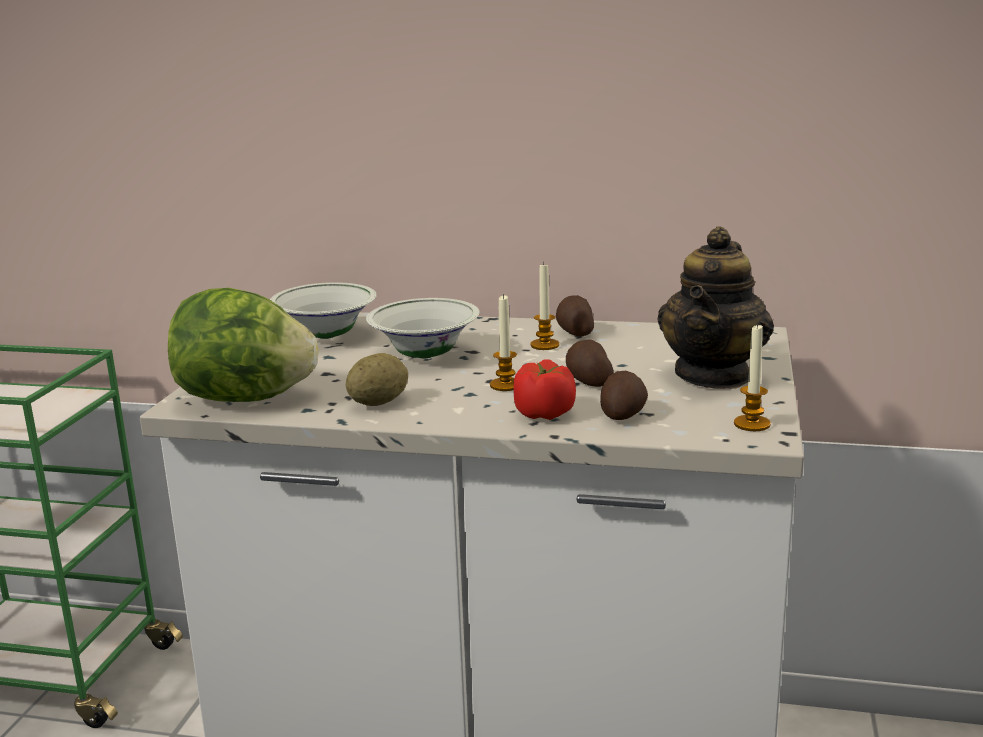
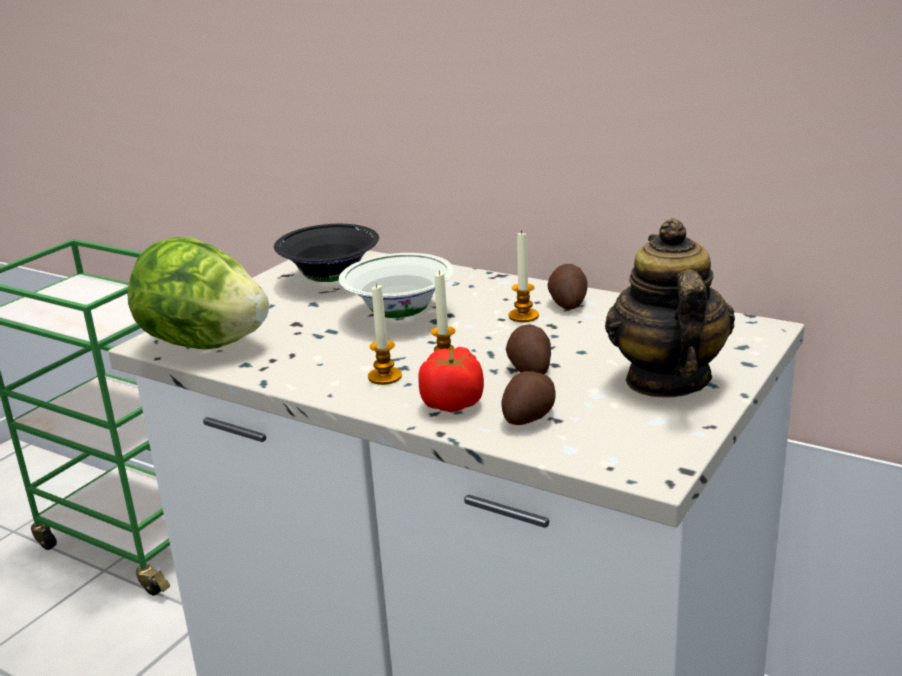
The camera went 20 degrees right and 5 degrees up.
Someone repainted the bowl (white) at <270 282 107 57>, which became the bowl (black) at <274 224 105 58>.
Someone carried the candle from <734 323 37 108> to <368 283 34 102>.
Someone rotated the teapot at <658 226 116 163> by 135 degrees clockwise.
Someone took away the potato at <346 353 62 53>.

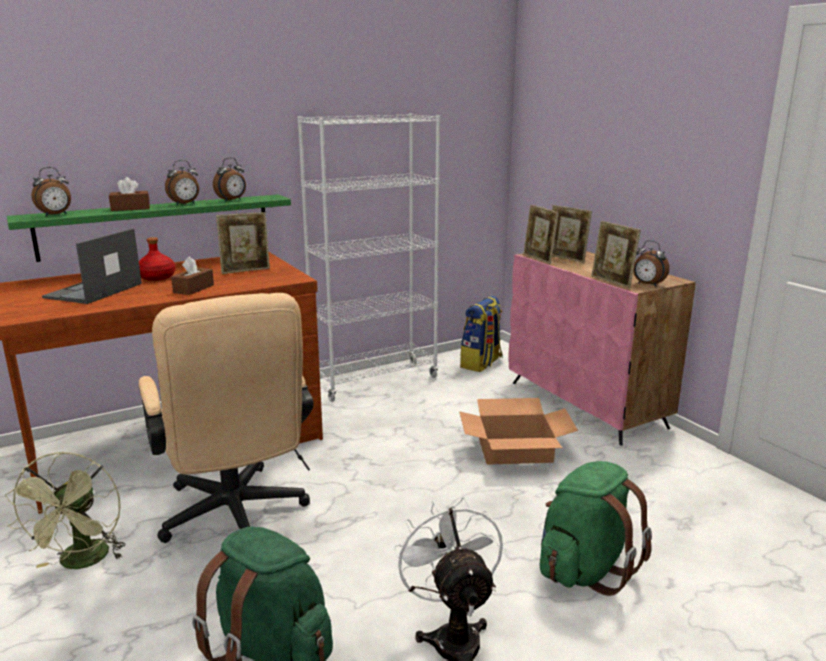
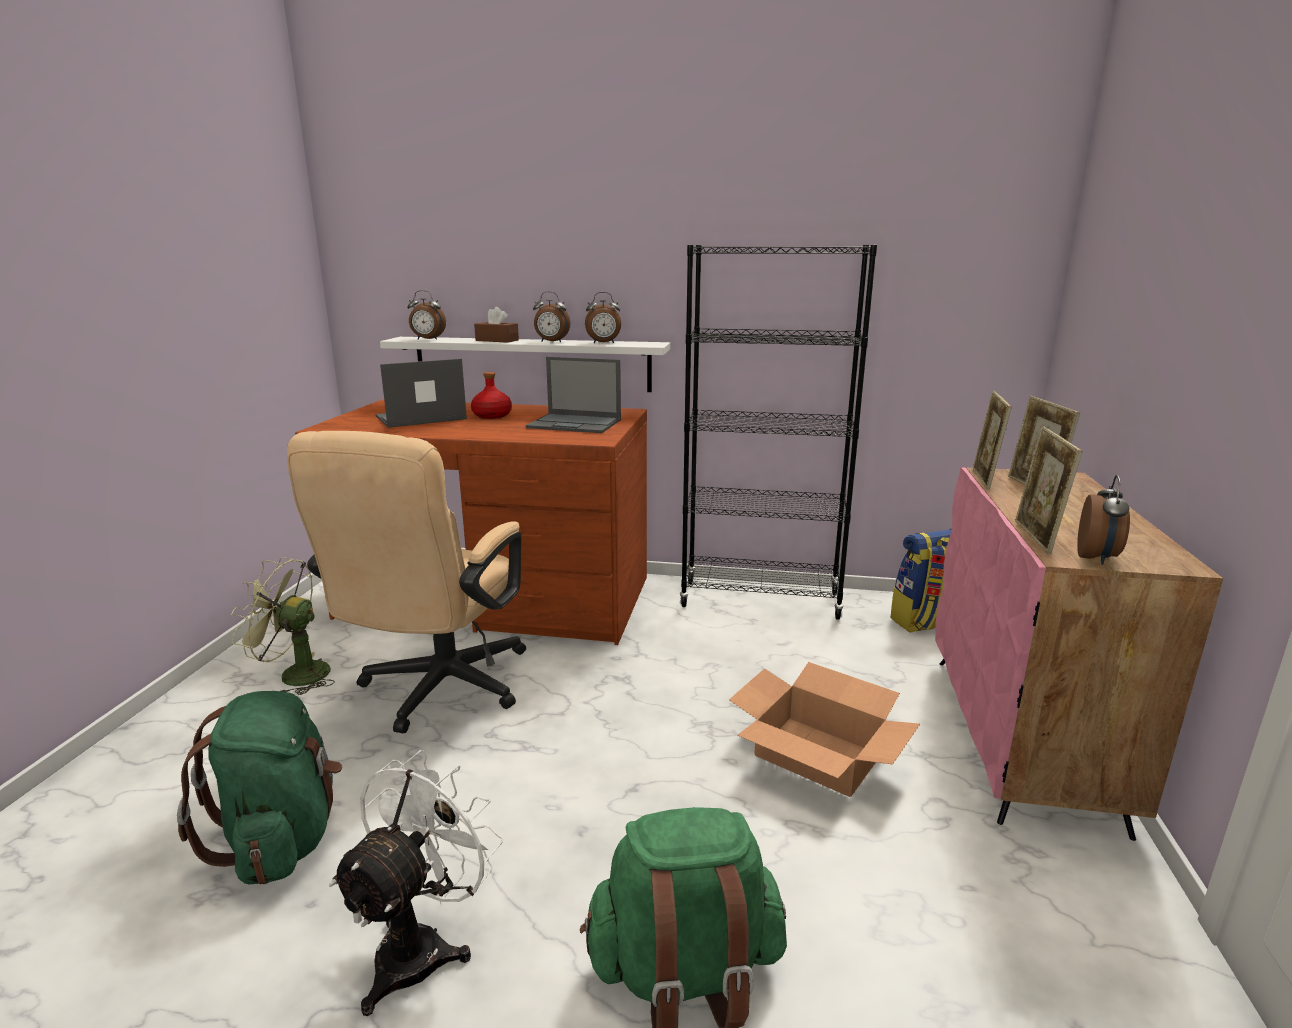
The camera went 40 degrees right and 0 degrees up.
Someone rotated the fan (green) at <5 451 121 118> by 60 degrees clockwise.
Someone repainted the shelf (green) at <7 195 284 67>, which became the shelf (white) at <380 337 290 55>.
Someone swapped the picture frame at <216 212 54 62> for the laptop at <526 357 95 76>.
Someone repainted the bookcase (white) at <297 113 143 289>, which became the bookcase (black) at <680 245 197 375>.
Someone rotated the alarm clock at <633 240 37 47> by 150 degrees counterclockwise.
Someone took away the tissue box (brown) at <171 256 43 39>.

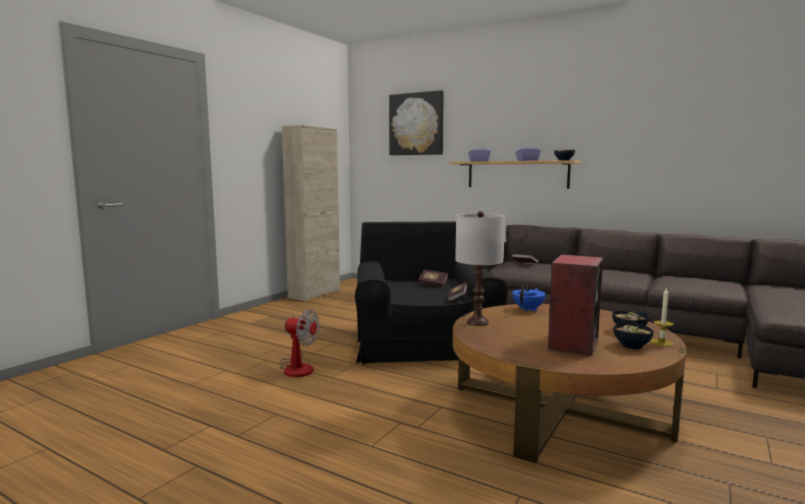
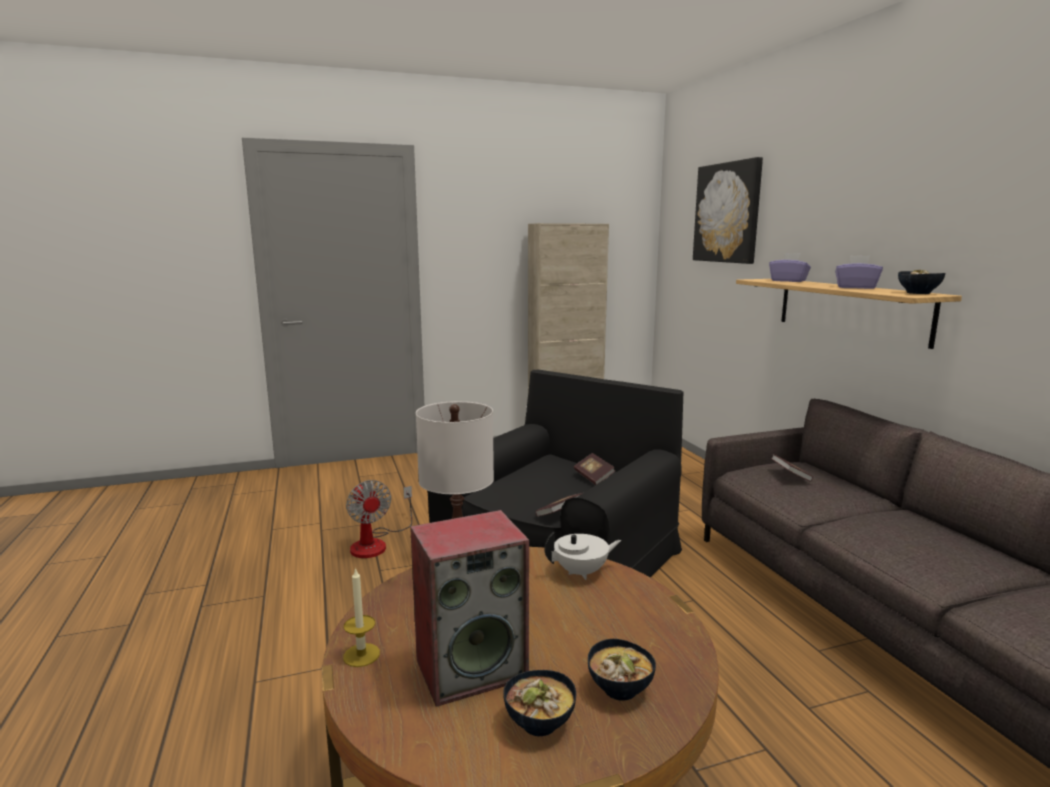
The camera went 40 degrees right and 5 degrees up.
Someone carried the candle from <650 287 24 60> to <343 567 37 100>.
Someone repainted the teapot (blue) at <512 285 34 26>, which became the teapot (white) at <544 531 77 49>.

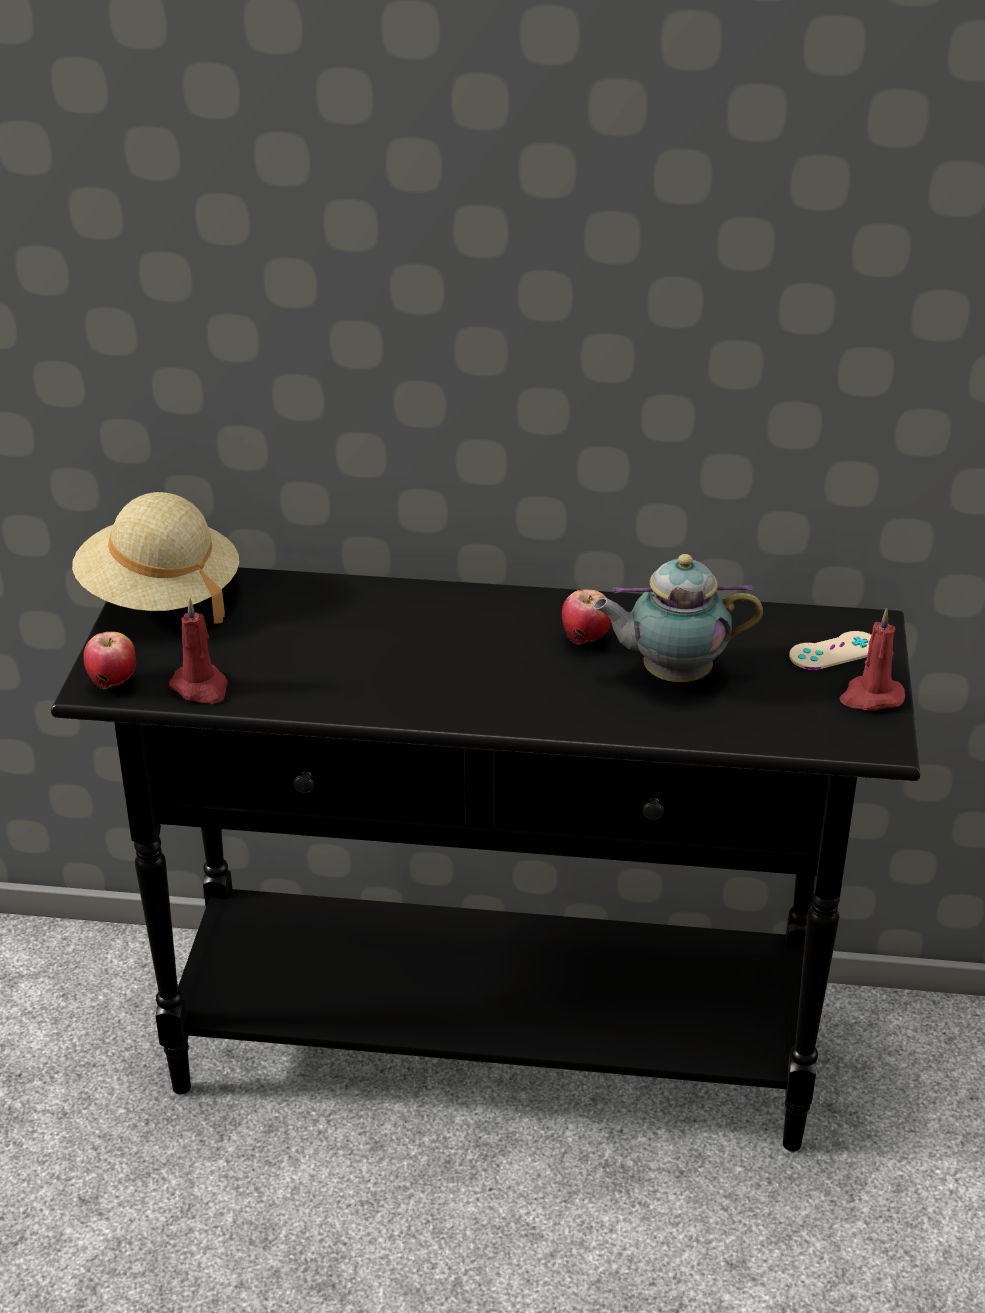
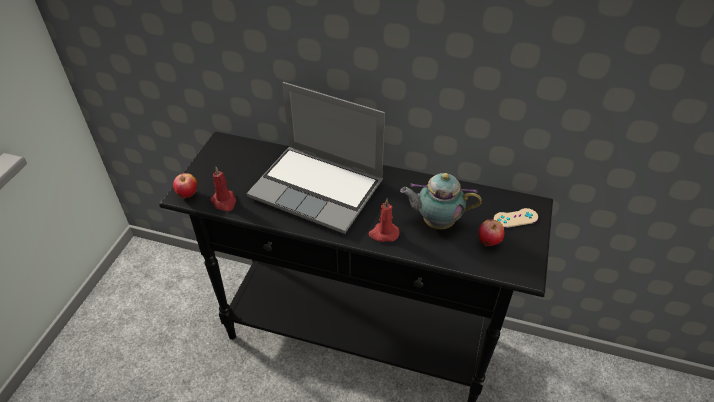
The camera went 10 degrees right and 10 degrees up.
Someone put down the laptop at <247 82 138 152>.
Someone carried the candle (red) from <839 608 66 102> to <369 199 30 43>.
Someone carried the apple from <562 589 49 56> to <479 219 25 27>.
Someone took away the hat (beige) at <72 492 167 132>.

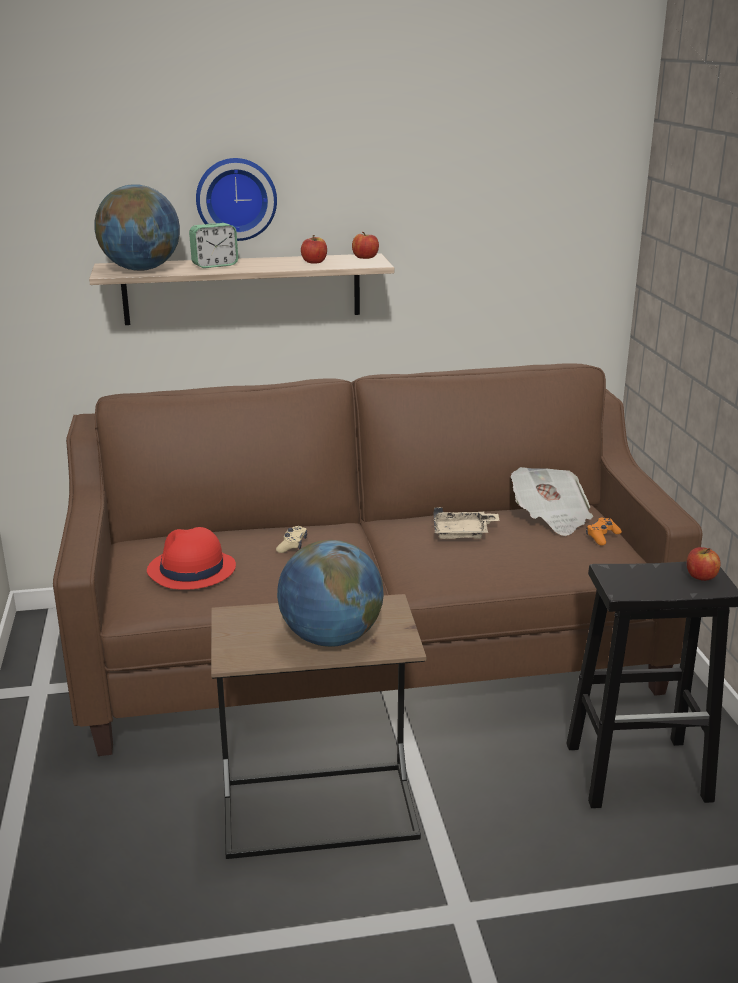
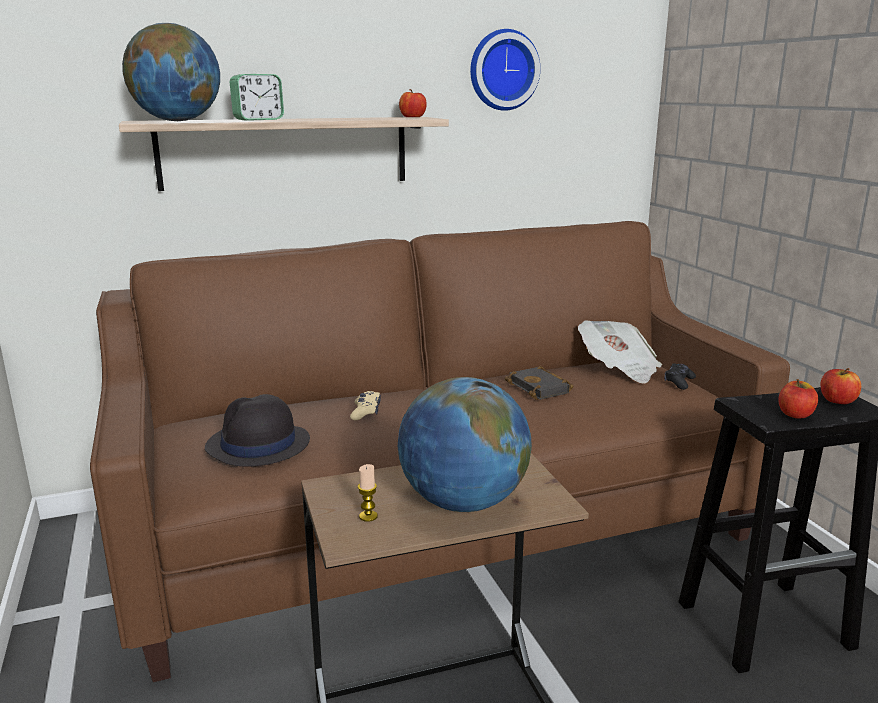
The camera went 10 degrees left and 5 degrees down.
Someone repainted the hat (red) at <147 527 89 63>, which became the hat (black) at <205 394 105 73>.
Someone put down the candle at <358 464 20 58>.
Someone carried the wall clock from <196 158 81 83> to <470 29 71 82>.
Someone swapped the tray (beige) at <434 507 66 32> for the book (black) at <505 366 68 34>.
Someone repainted the game controller (orange) at <586 517 36 28>, which became the game controller (black) at <664 363 32 27>.
Someone carried the apple from <301 235 26 29> to <778 379 40 40>.

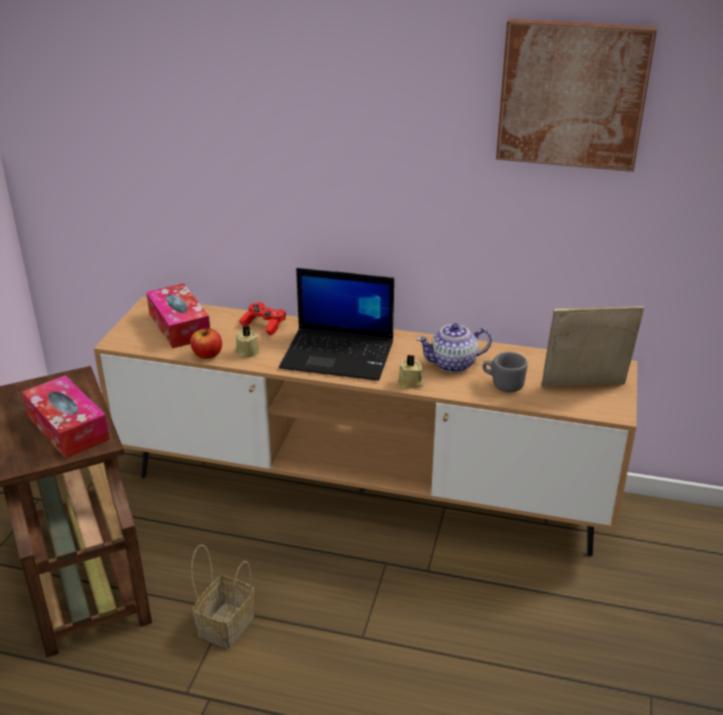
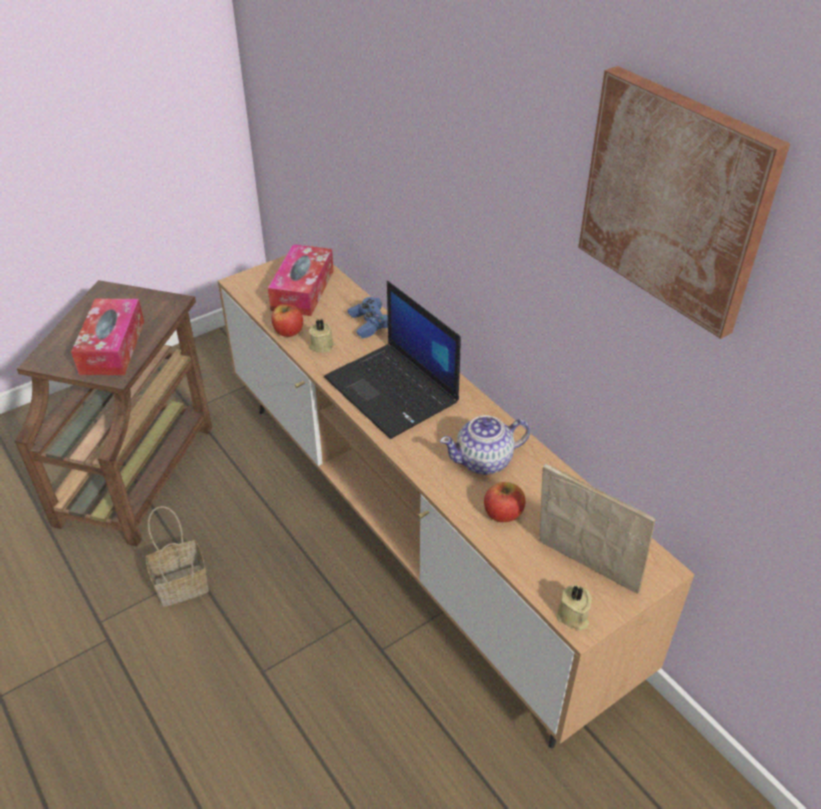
The camera went 40 degrees right and 10 degrees up.
Someone repainted the game controller (red) at <239 302 47 33>, which became the game controller (blue) at <348 297 40 41>.
Someone rotated the teapot at <417 323 75 50> by 45 degrees counterclockwise.
Someone swapped the mug (grey) at <483 352 45 40> for the apple at <484 482 42 40>.
Someone carried the candle (beige) from <398 355 26 34> to <556 585 36 46>.

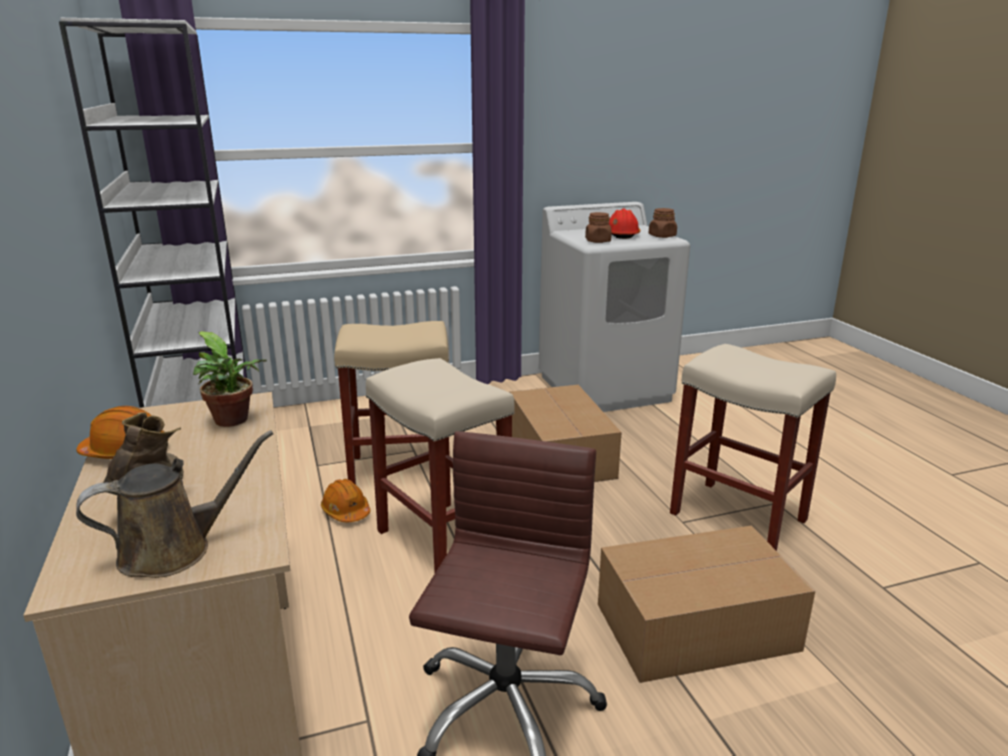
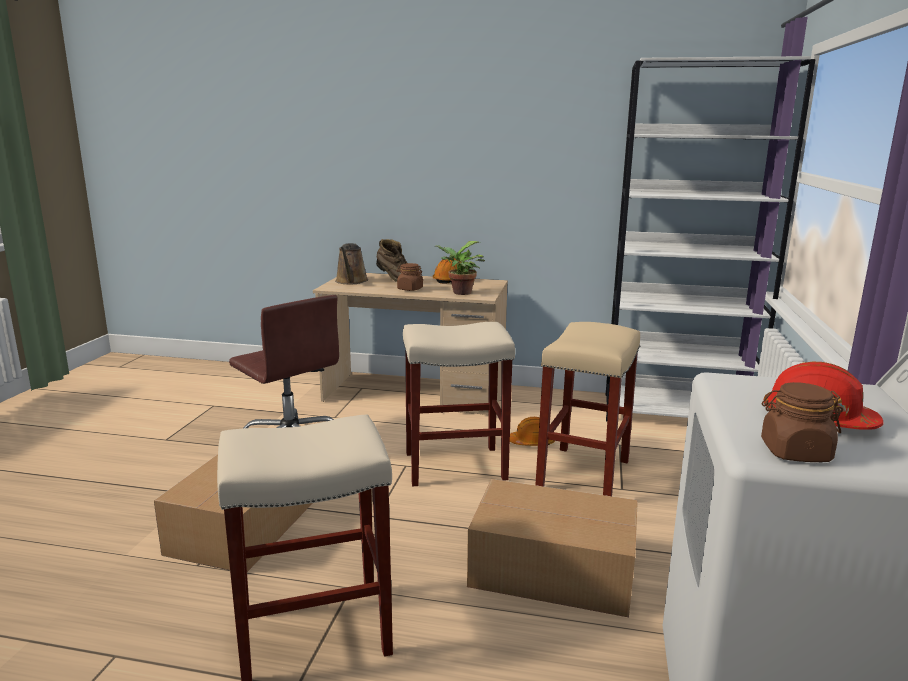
The camera went 120 degrees right and 5 degrees down.
Someone carried the jar (brown) from <585 212 27 31> to <397 263 26 28>.

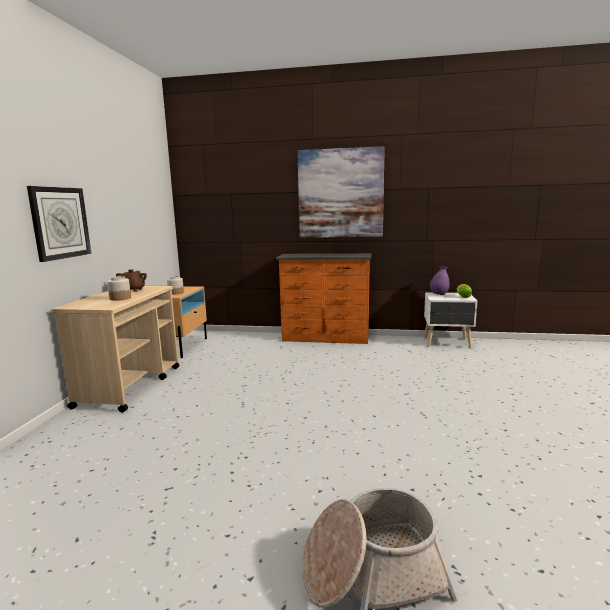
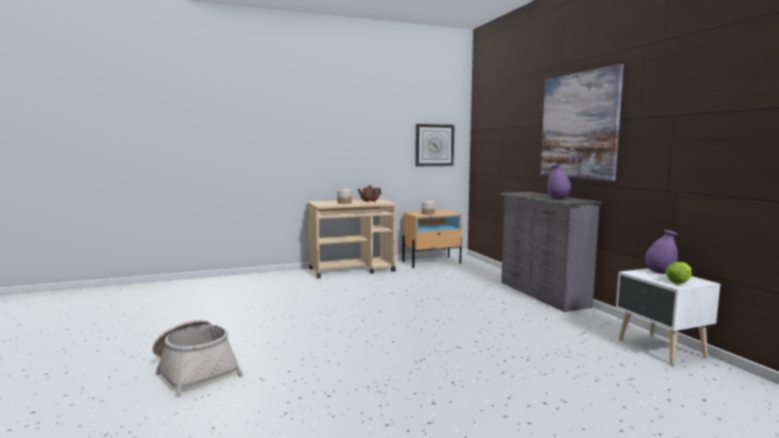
The camera went 60 degrees right and 5 degrees down.
Someone carried the wall clock from <27 186 64 76> to <415 124 39 42>.
Someone repainted the dresser (orange) at <276 253 96 91>, which became the dresser (grey) at <501 192 101 120>.
Someone put down the vase (purple) at <547 164 24 35>.

